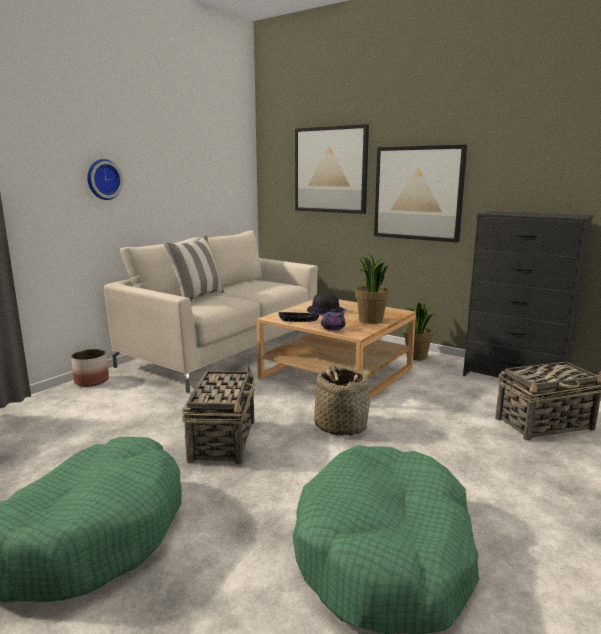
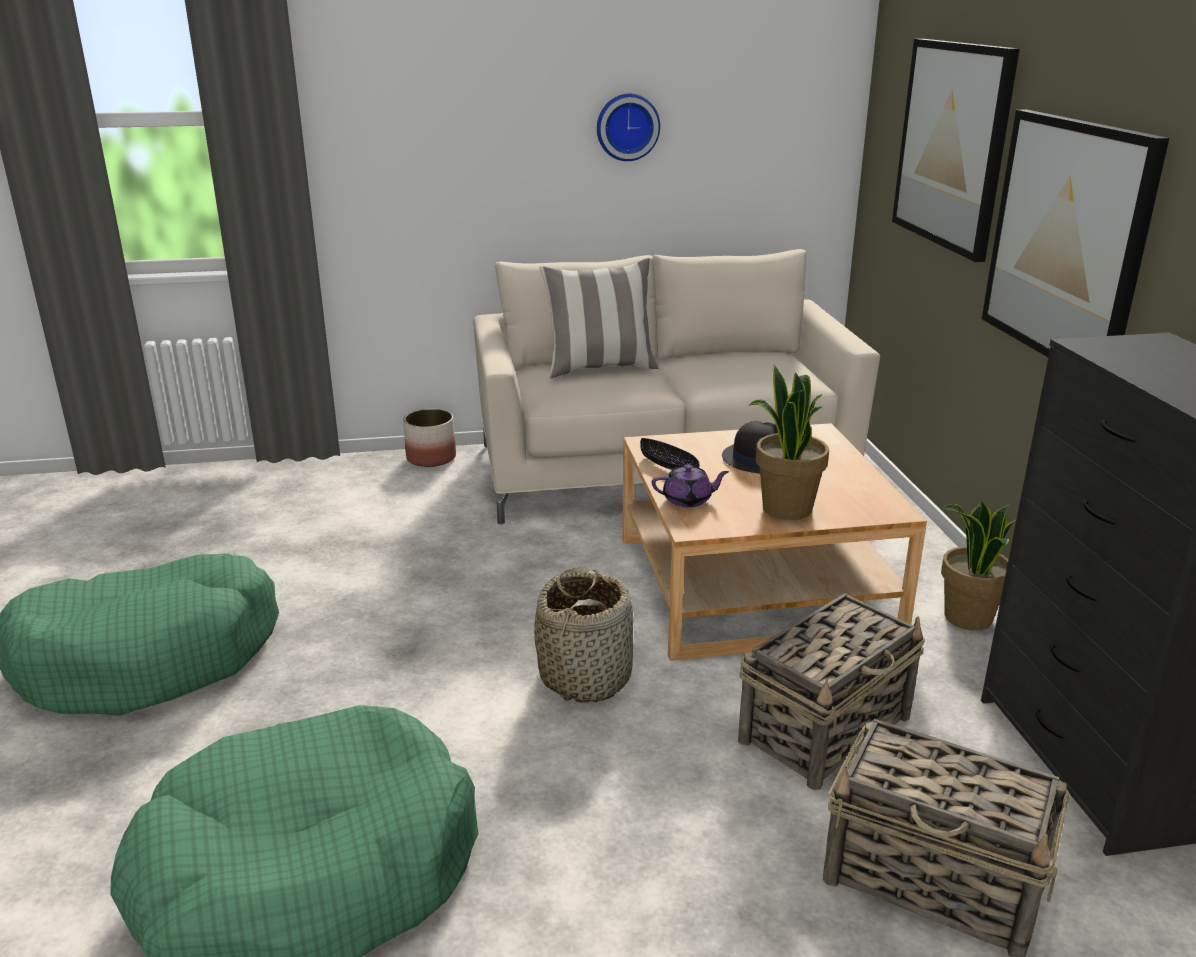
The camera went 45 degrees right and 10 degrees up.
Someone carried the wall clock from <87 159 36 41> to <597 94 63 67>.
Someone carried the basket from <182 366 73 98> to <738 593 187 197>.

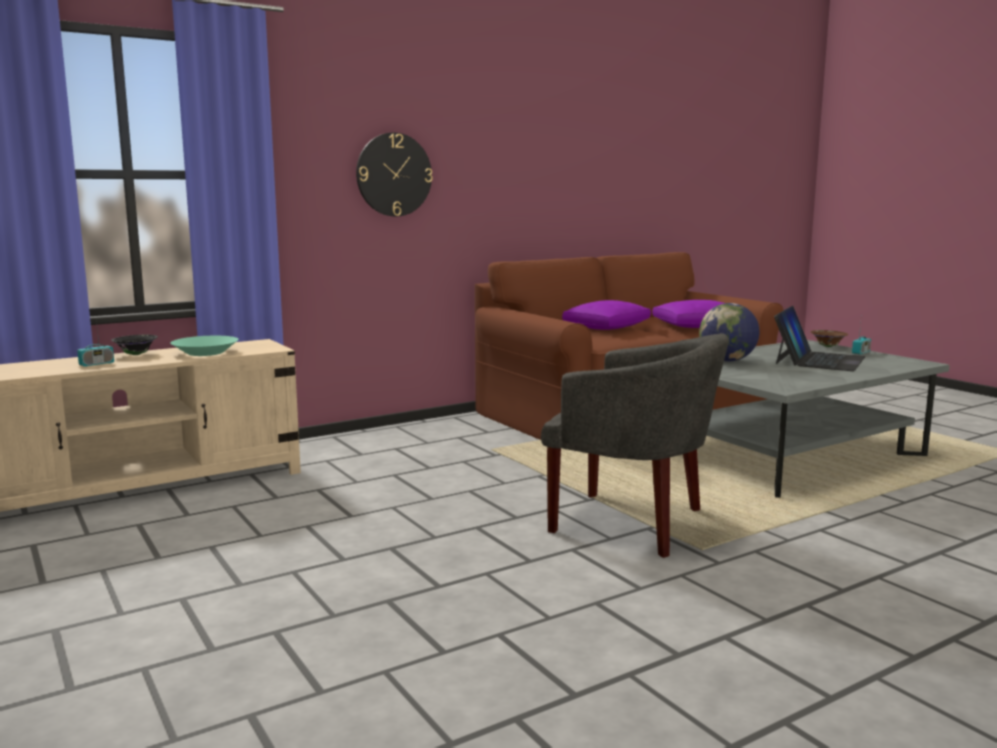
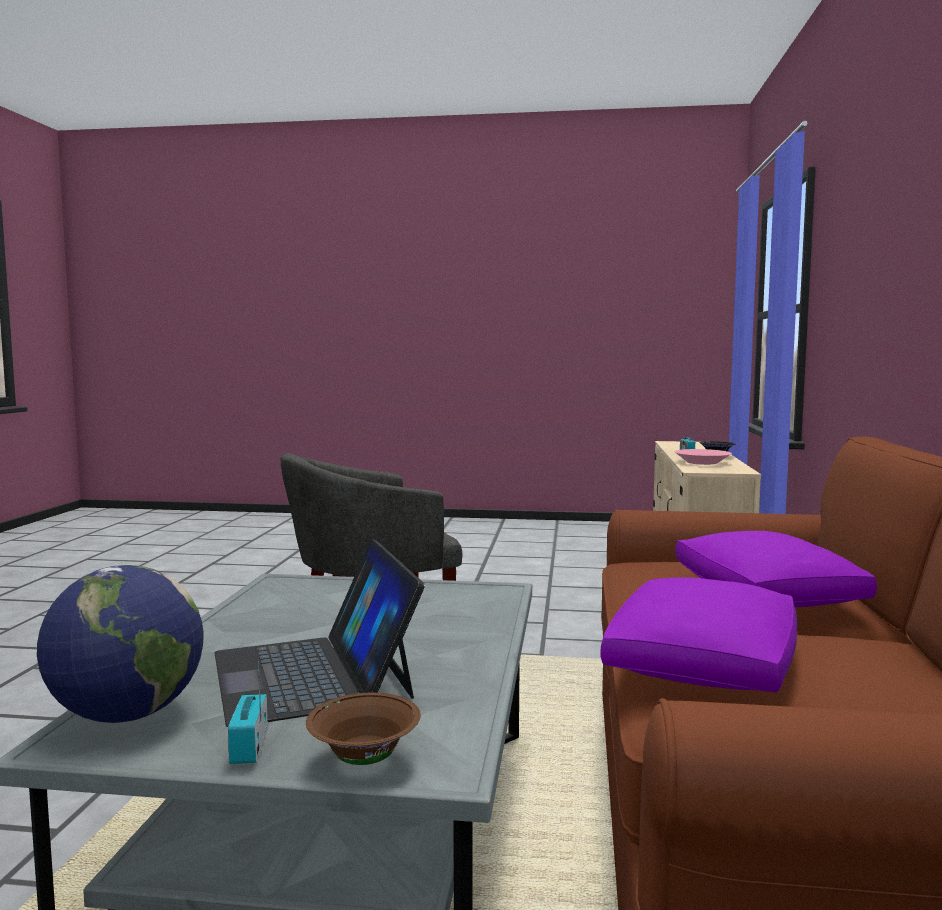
The camera went 130 degrees right and 5 degrees down.
Someone carried the globe from <699 303 60 59> to <37 565 167 158>.
Someone repainted the bowl (turquoise) at <170 336 69 20>, which became the bowl (pink) at <674 449 58 16>.
Someone took away the wall clock at <356 133 77 84>.

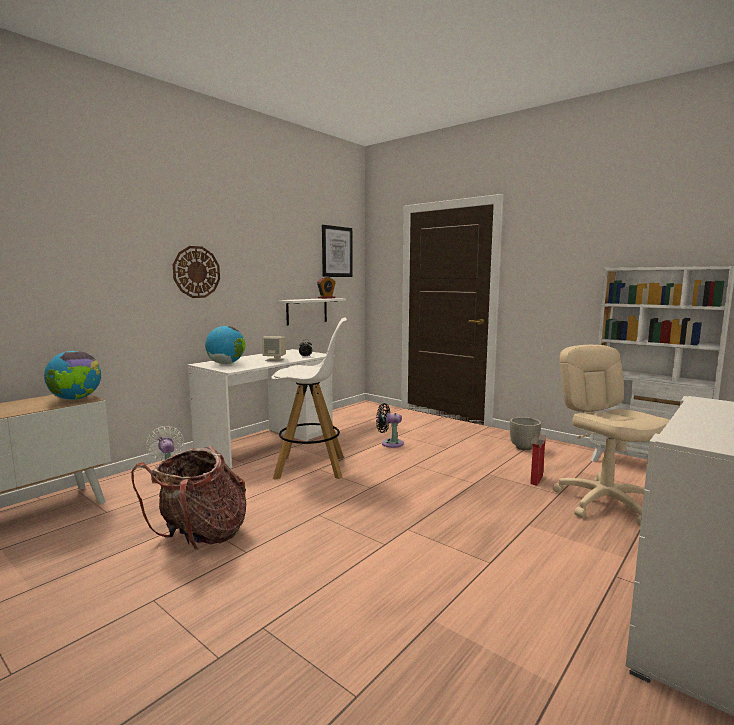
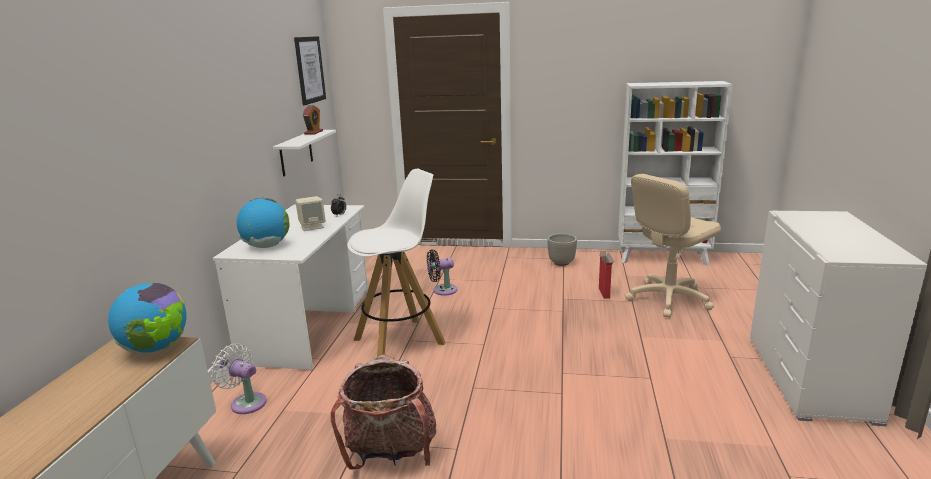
The camera went 30 degrees left and 10 degrees up.
Someone rotated the office chair (beige) at <552 345 118 180> by 75 degrees counterclockwise.
Someone took away the wall clock at <173 246 47 52>.

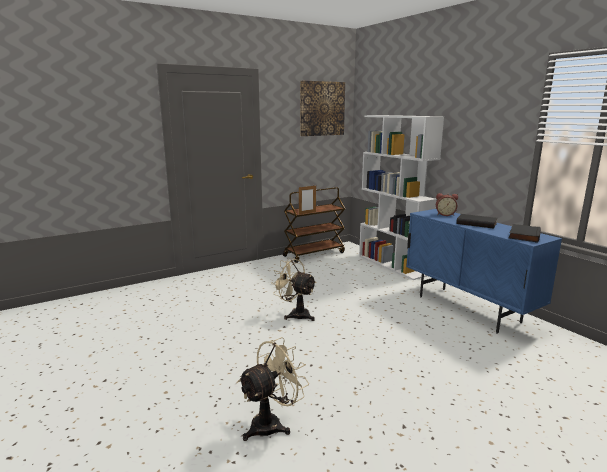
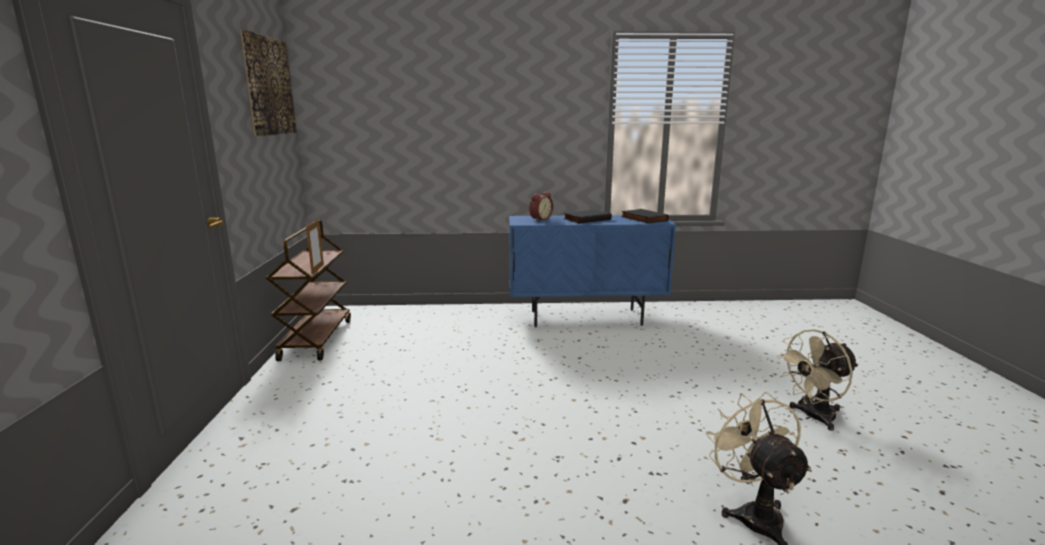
The camera went 60 degrees left and 0 degrees up.
Someone carried the fan (beige) from <271 258 46 63> to <776 329 83 102>.
Someone took away the bookcase (white) at <359 115 85 165>.

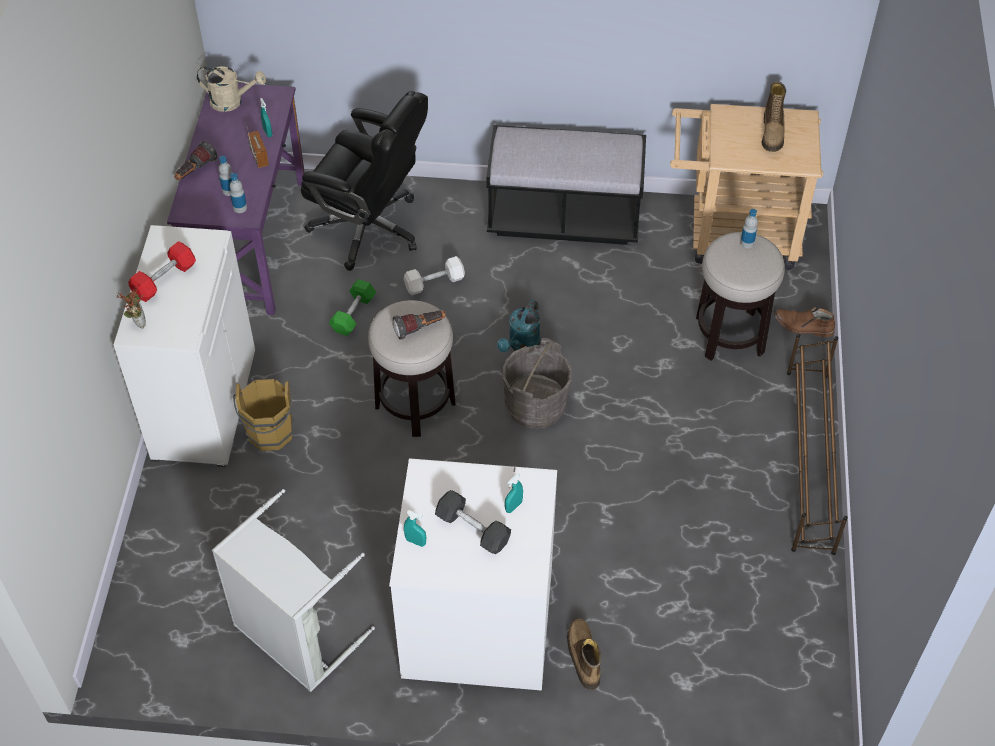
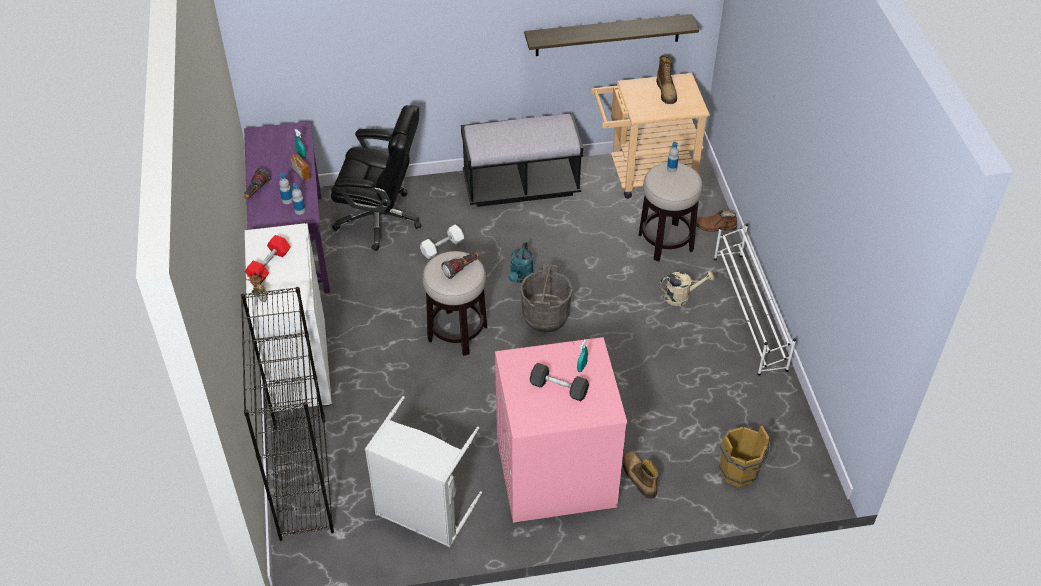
The camera went 15 degrees left and 5 degrees down.
Someone put down the bookcase (black) at <241 287 93 254>.
Someone repainted the washing machine (white) at <389 458 168 233>, which became the washing machine (pink) at <495 337 133 186>.
Someone put up the shelf at <524 14 175 42>.
Someone carried the watering can (beige) from <196 66 70 46> to <660 271 54 35>.
Someone repainted the shoe rack (brown) at <787 334 61 221>, which became the shoe rack (white) at <714 223 82 153>.
Someone carried the bucket (brown) from <233 379 60 72> to <719 425 51 62>.
Someone took away the dumbbell (green) at <329 279 47 57>.
Someone took away the spray bottle (turquoise) at <404 510 22 37>.

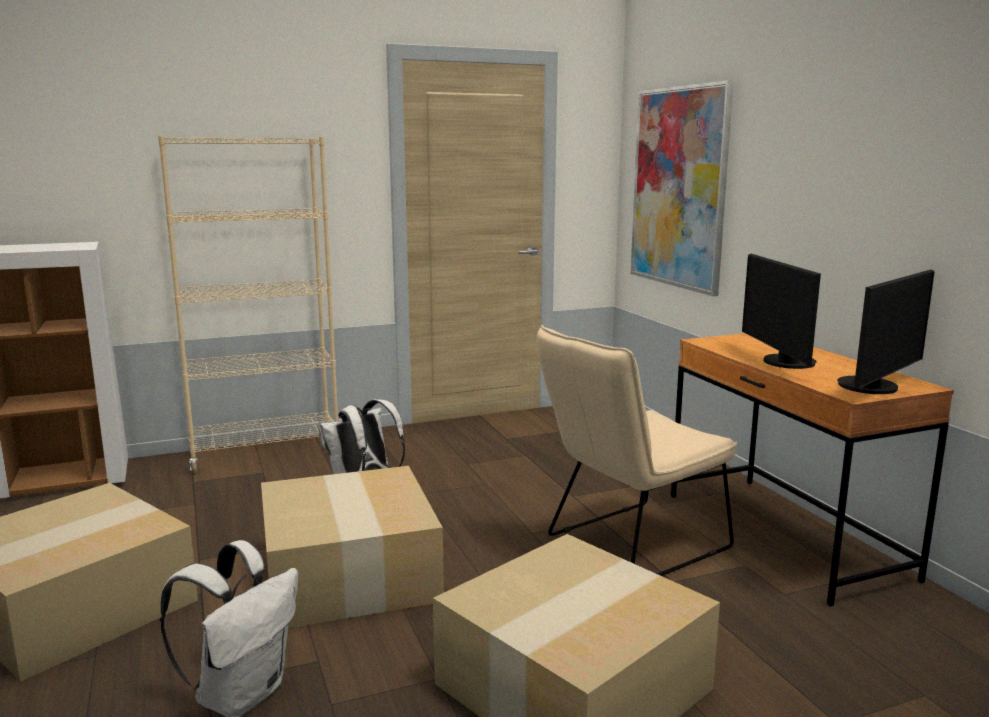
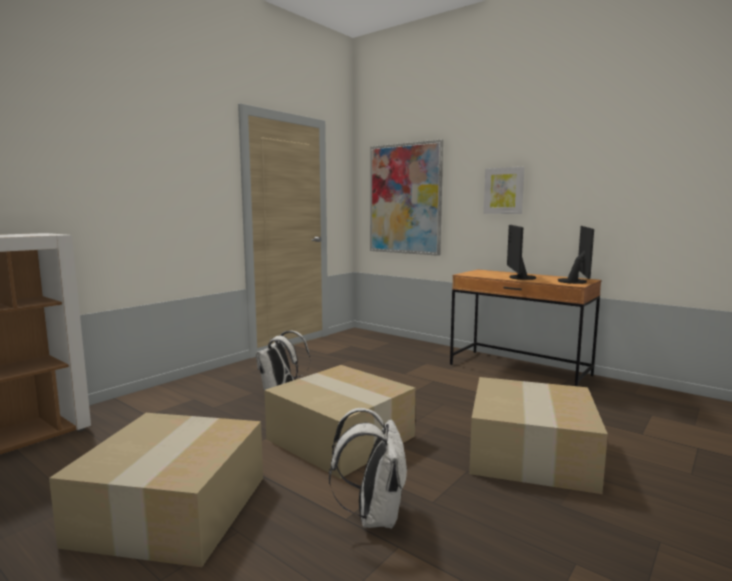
The camera went 30 degrees left and 5 degrees down.
Someone put up the picture at <484 167 41 47>.
Someone rotated the monitor at <742 253 79 116> by 45 degrees clockwise.
Someone took away the bookcase (beige) at <158 136 180 337>.
Someone took away the chair (beige) at <537 325 200 251>.

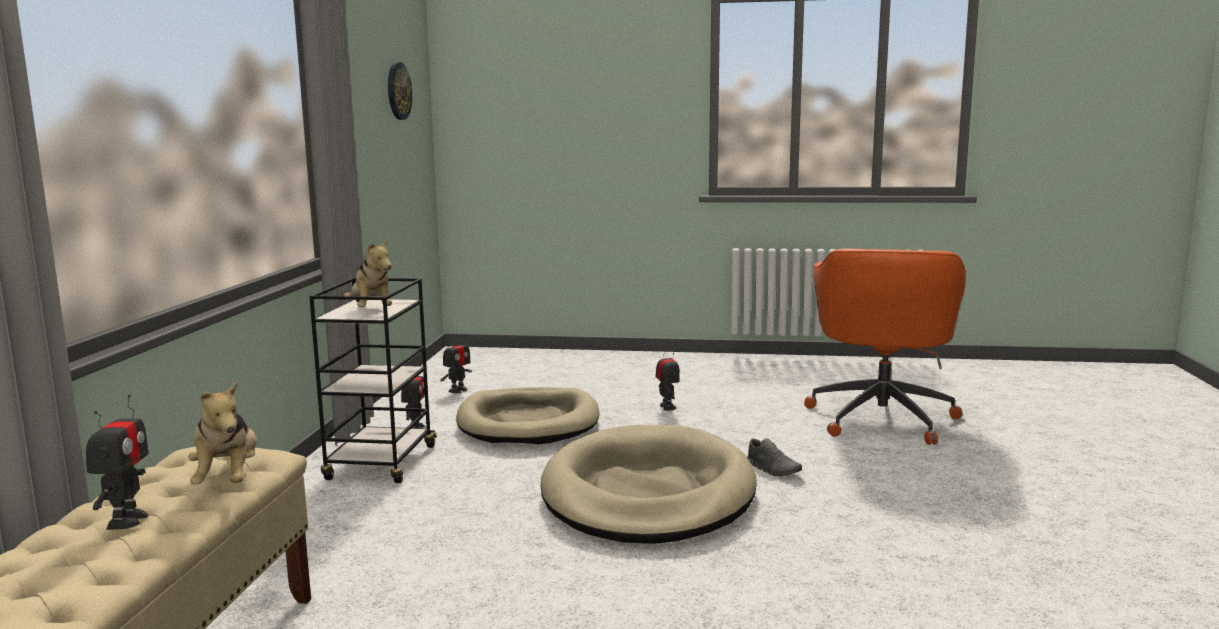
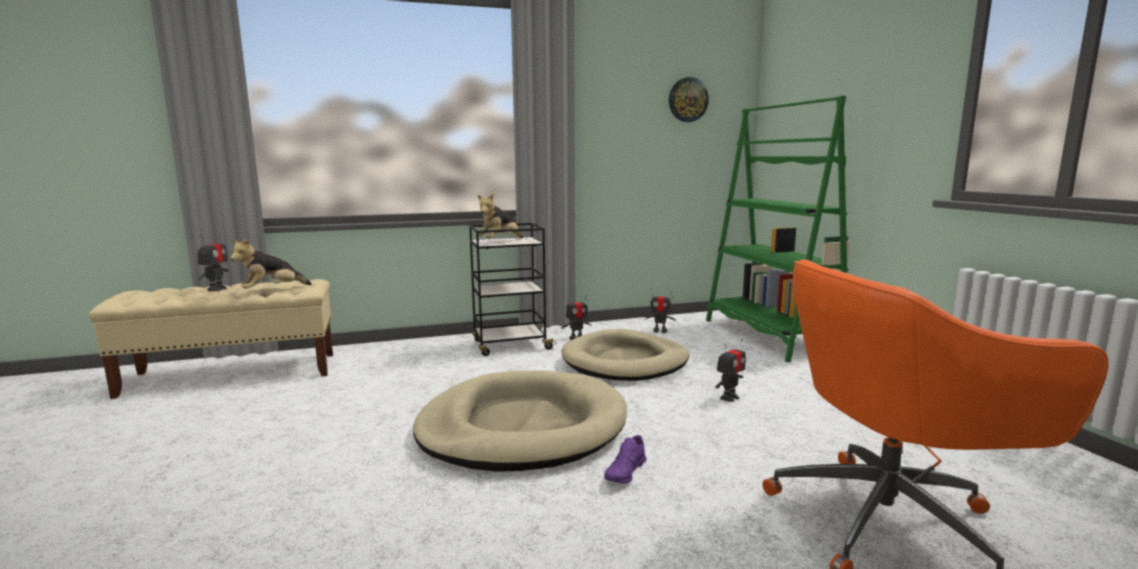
The camera went 65 degrees right and 0 degrees up.
Someone rotated the toy robot at <86 395 63 135> by 60 degrees counterclockwise.
Someone repainted the shoe (grey) at <747 438 55 38>, which became the shoe (purple) at <604 435 43 49>.
Someone put down the bookcase (green) at <706 95 144 267>.

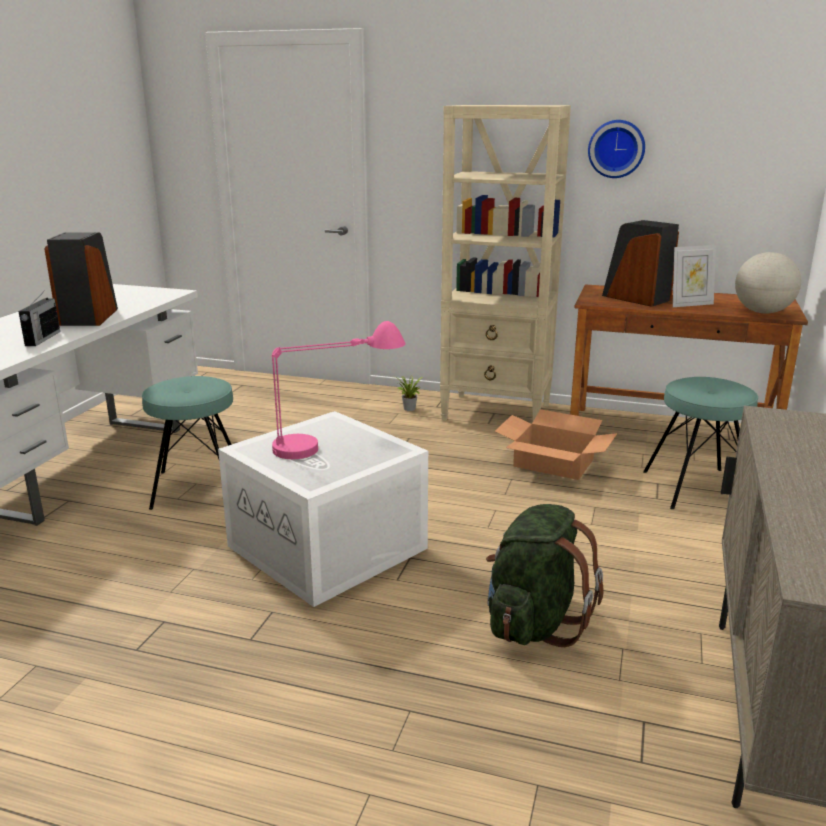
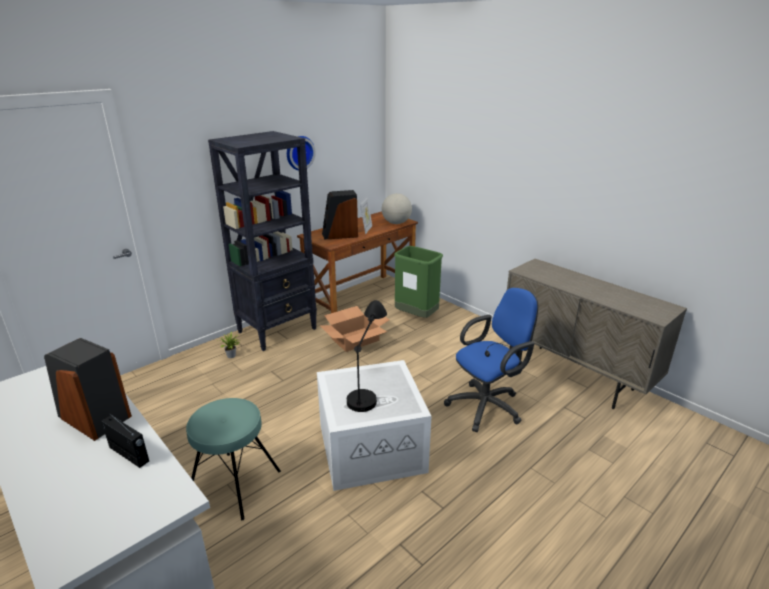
The camera went 60 degrees left and 5 degrees up.
Someone repainted the bookcase (beige) at <440 105 131 316>, which became the bookcase (black) at <208 131 109 220>.
Someone repainted the table lamp (pink) at <272 321 133 138>, which became the table lamp (black) at <347 300 40 112>.
Someone swapped the stool (turquoise) at <643 377 115 132> for the trash can (green) at <394 246 49 72>.
Someone swapped the backpack (green) at <486 504 118 143> for the office chair (blue) at <444 288 94 144>.

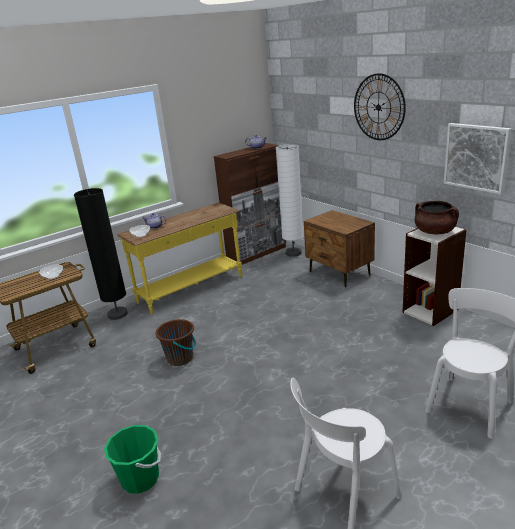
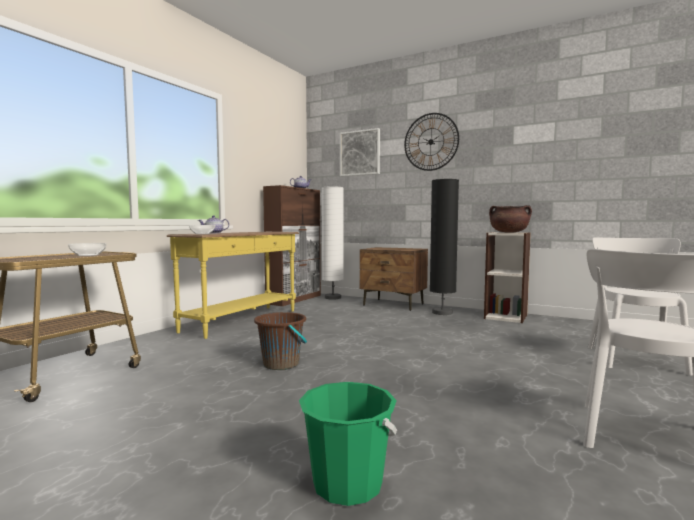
The camera went 25 degrees left and 20 degrees down.
Someone carried the picture from <444 123 67 71> to <340 128 40 49>.
Someone carried the floor lamp (black) from <74 188 54 132> to <430 179 29 136>.

